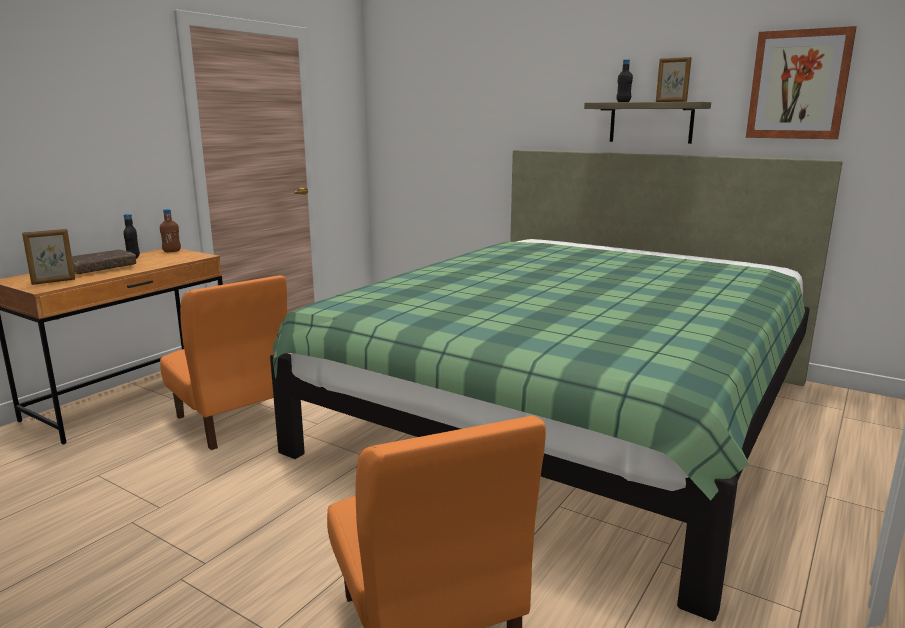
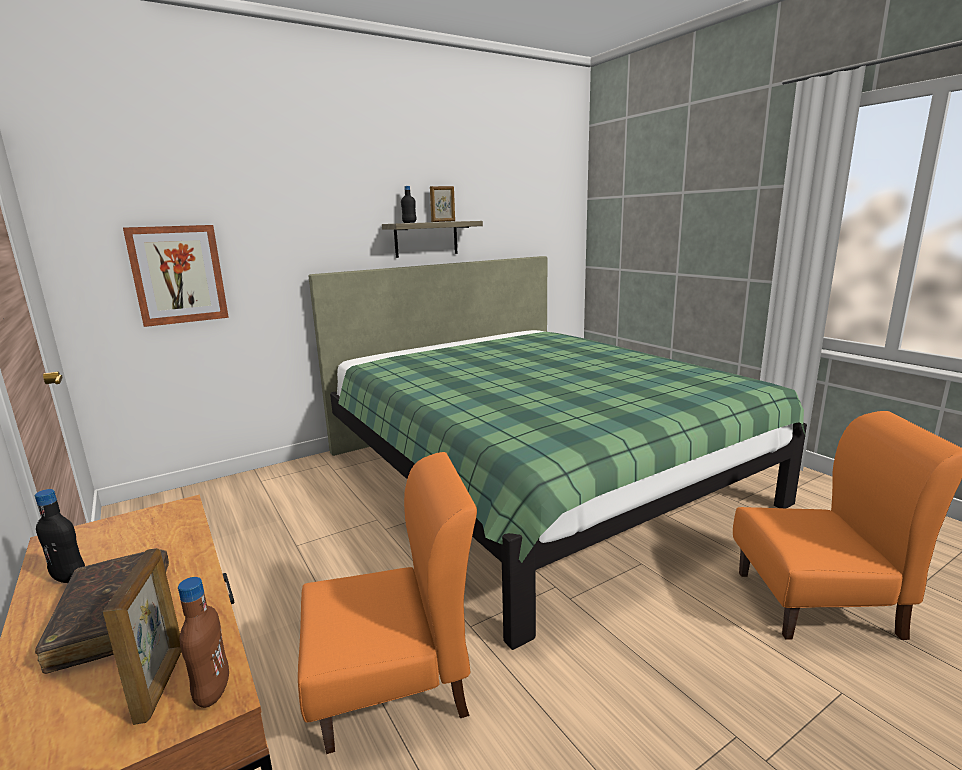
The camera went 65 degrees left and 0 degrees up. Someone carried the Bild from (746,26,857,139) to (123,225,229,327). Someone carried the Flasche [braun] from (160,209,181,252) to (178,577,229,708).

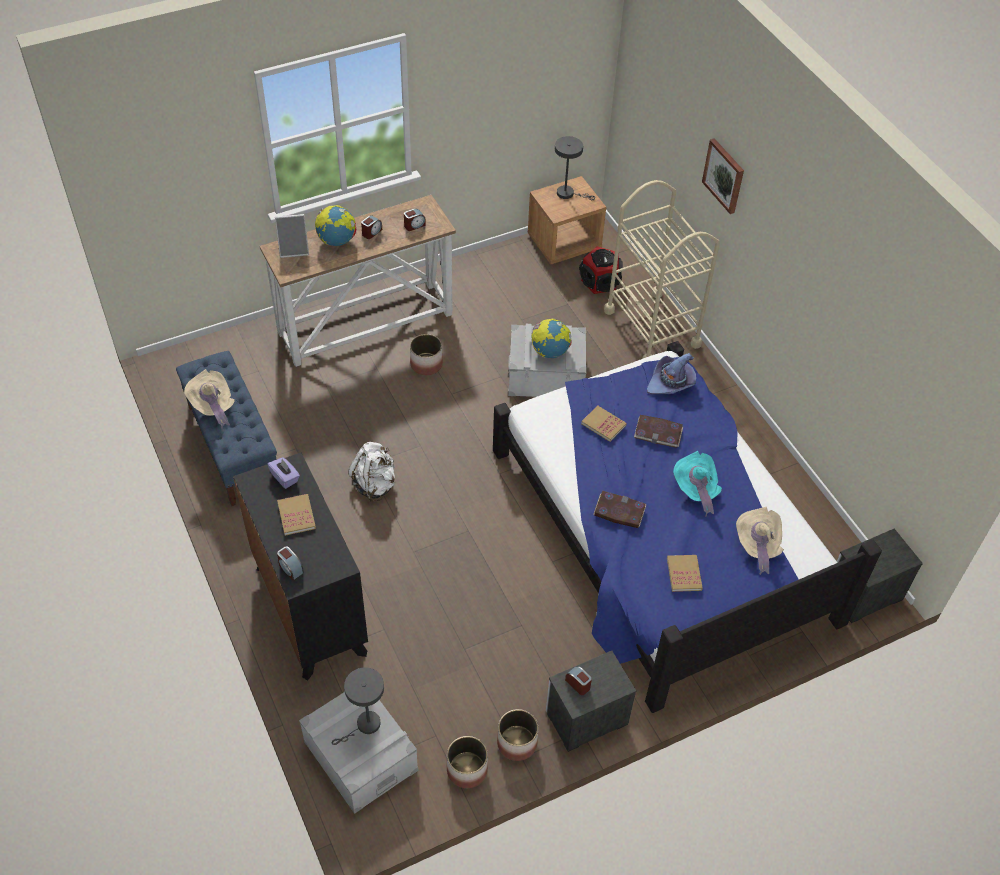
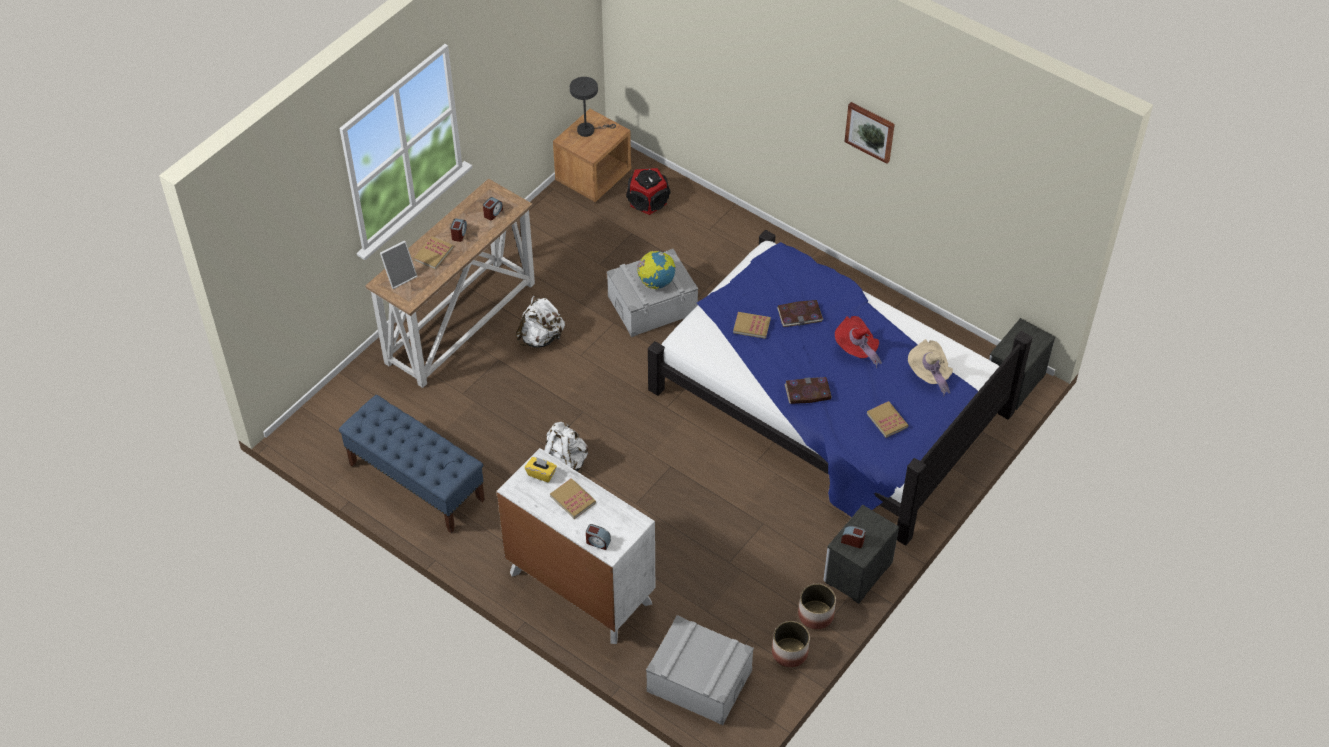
The camera went 25 degrees left and 0 degrees up. Someone swapped the Globus at (315,205,356,246) for the Buch at (414,236,453,270). Someone repainted the Kommode [schwarz] at (233,453,368,681), which became the Kommode [weiß] at (497,448,655,644). Someone swapped the Pflanzkübel at (410,334,443,376) for the Rucksack [weiß] at (516,296,565,347). Someone repainted the Taschentuchbox [lila] at (267,457,300,489), which became the Taschentuchbox [gelb] at (525,457,557,482). Someone repainted the Hut [türkis] at (673,451,722,517), which became the Hut [rot] at (835,316,882,368). Someone carried the Bild from (702,138,744,214) to (844,102,895,164). Someone took away the Hut [beige] at (184,369,235,429). Someone took away the Tischlampe [grau] at (331,667,384,745). Someone took away the Rollwagen [beige] at (604,180,720,359). Someone took away the Hut [lila] at (647,353,696,394).

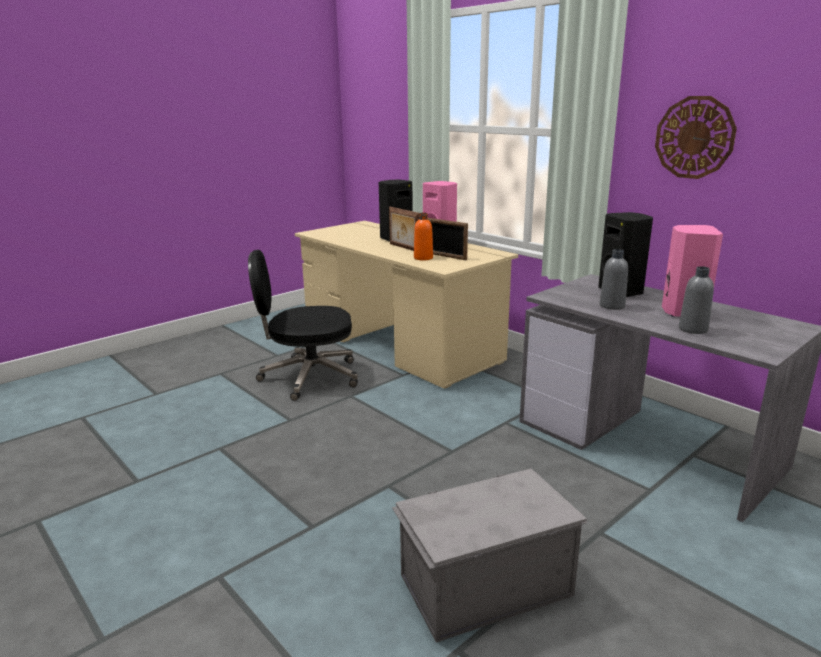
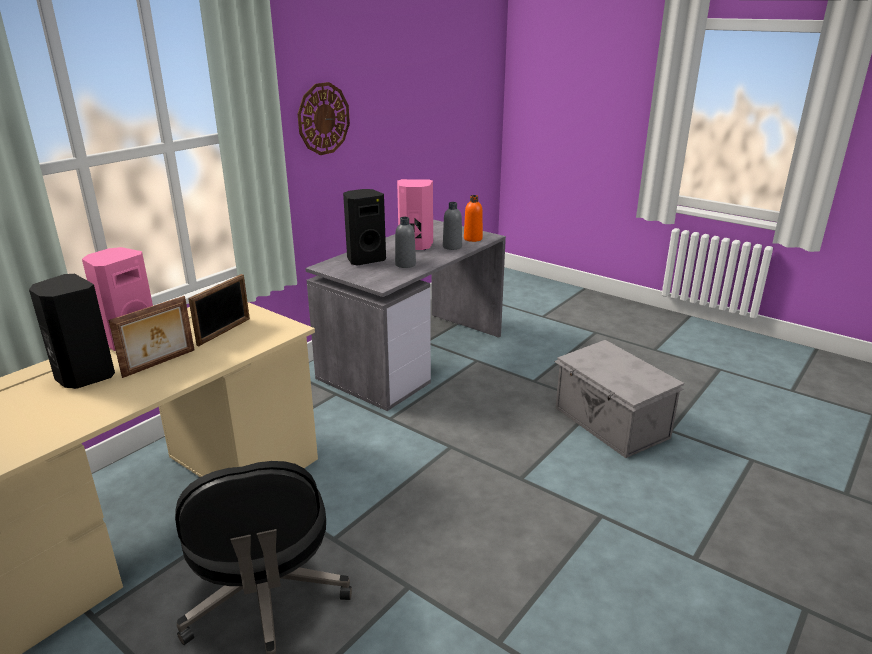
The camera went 100 degrees left and 5 degrees up. Someone carried the Flasche [orange] from (414,213,433,260) to (464,195,483,242).

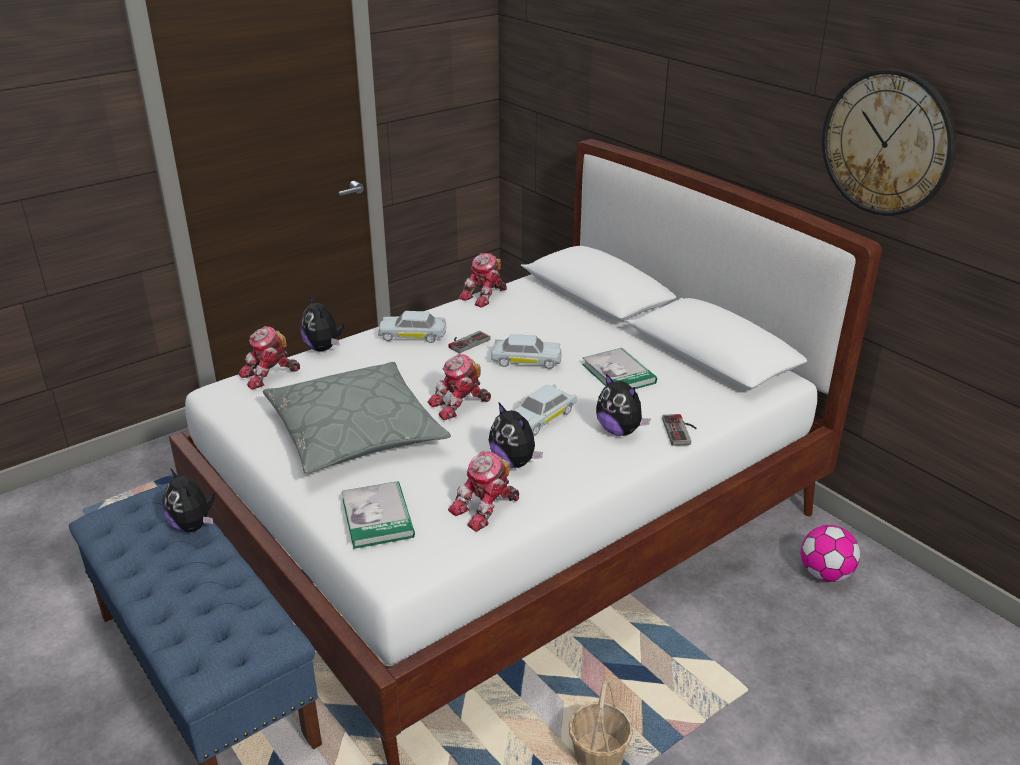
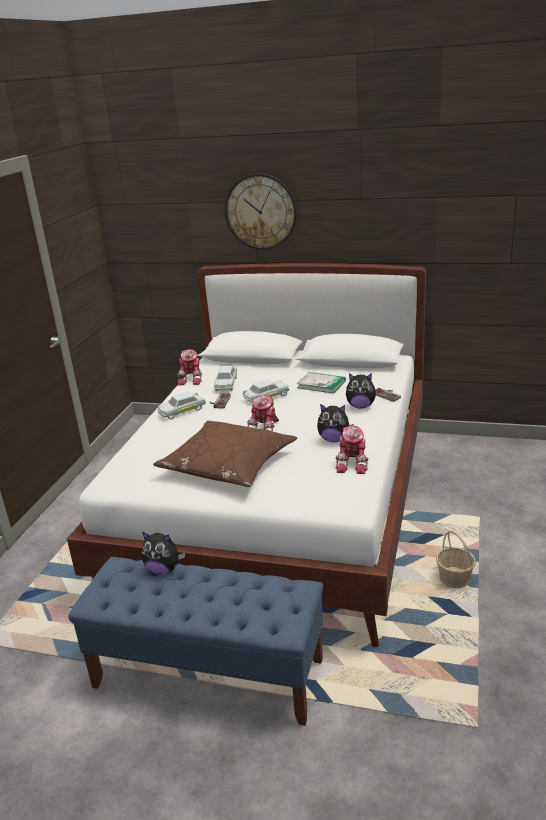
The camera went 35 degrees left and 5 degrees down. Someone repainted the Kissen [grau] at (263,362,451,474), which became the Kissen [braun] at (153,421,297,487). Someone carried the Spielzeugauto [weiß] from (513,384,577,436) to (214,366,237,391). Someone carried the Wanduhr from (822,69,956,216) to (225,173,297,250). Someone took away the Spielzeugroboter at (238,326,300,390). Someone took away the Plüschtier at (301,296,344,352). Someone took away the Buch at (342,481,415,549). Someone took away the Fußball at (801,525,860,582).

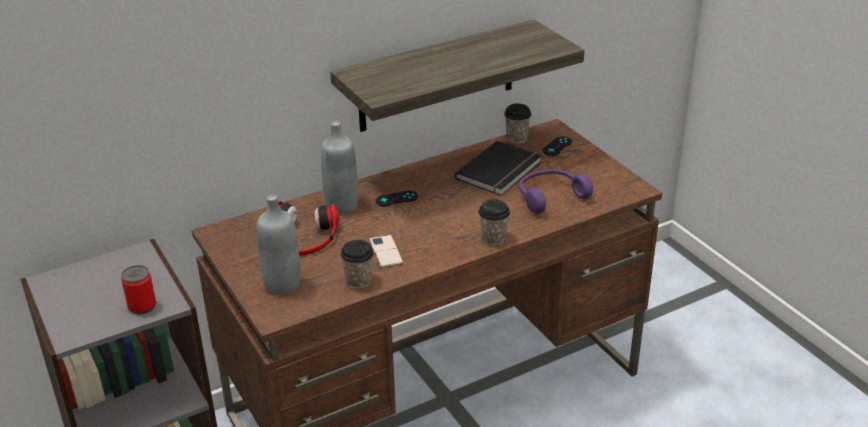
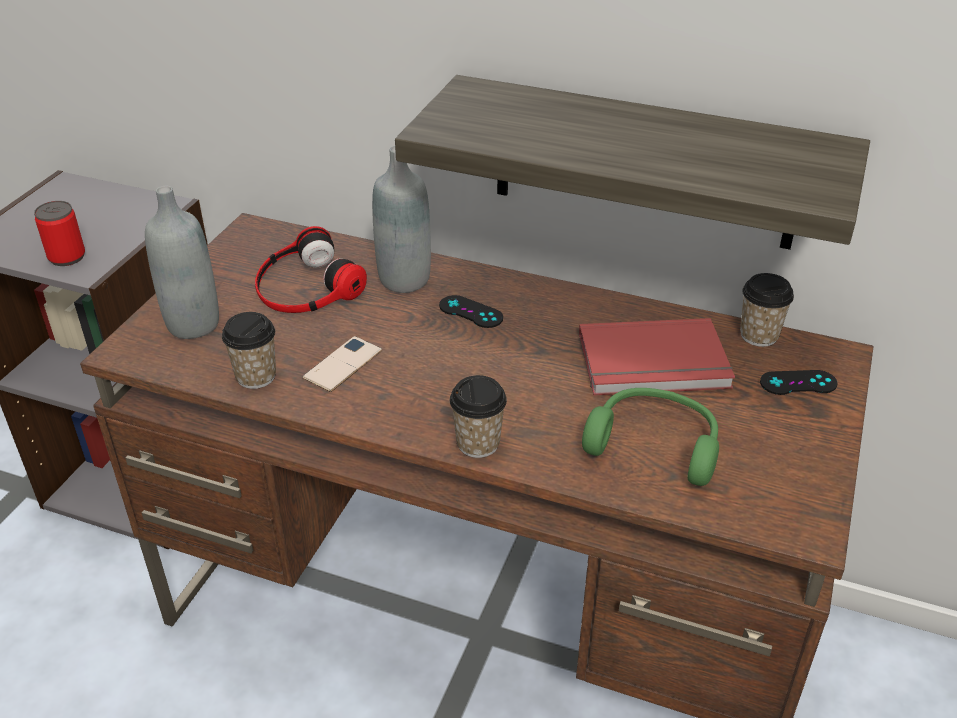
The camera went 50 degrees right and 5 degrees up. Someone repainted the Buch [schwarz] at (455,141,542,196), which became the Buch [rot] at (579,318,735,395). Someone repainted the Kopfhörer [lila] at (519,169,593,214), which became the Kopfhörer [grün] at (582,388,719,486).

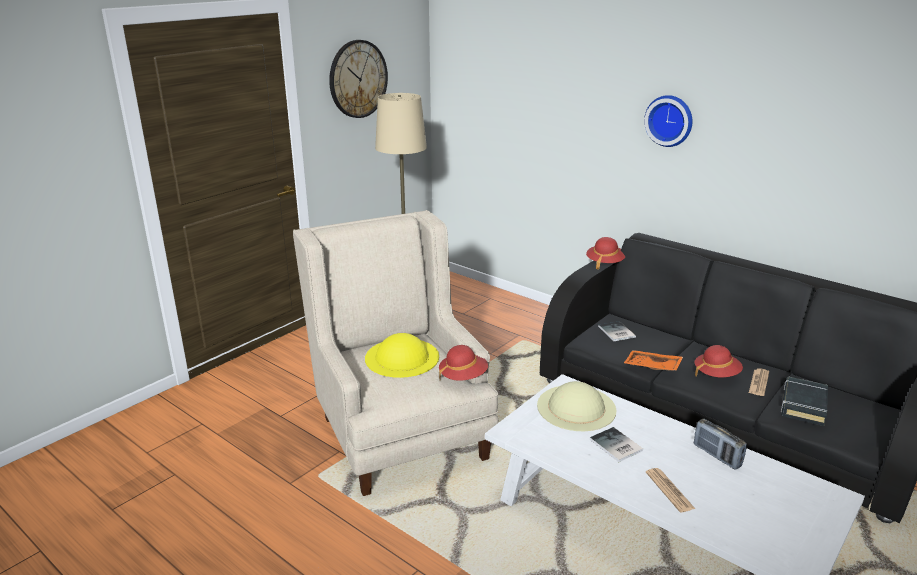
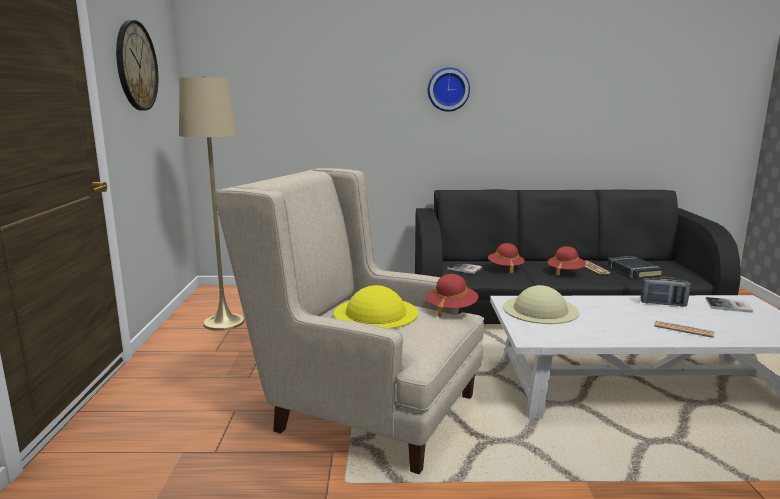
The camera went 40 degrees left and 10 degrees down. Someone carried the Hut [rot] from (586,237,626,270) to (488,243,525,273). Someone carried the Buch from (590,427,643,462) to (706,297,753,313). Someone took away the Tablett [orange] at (624,350,683,371).

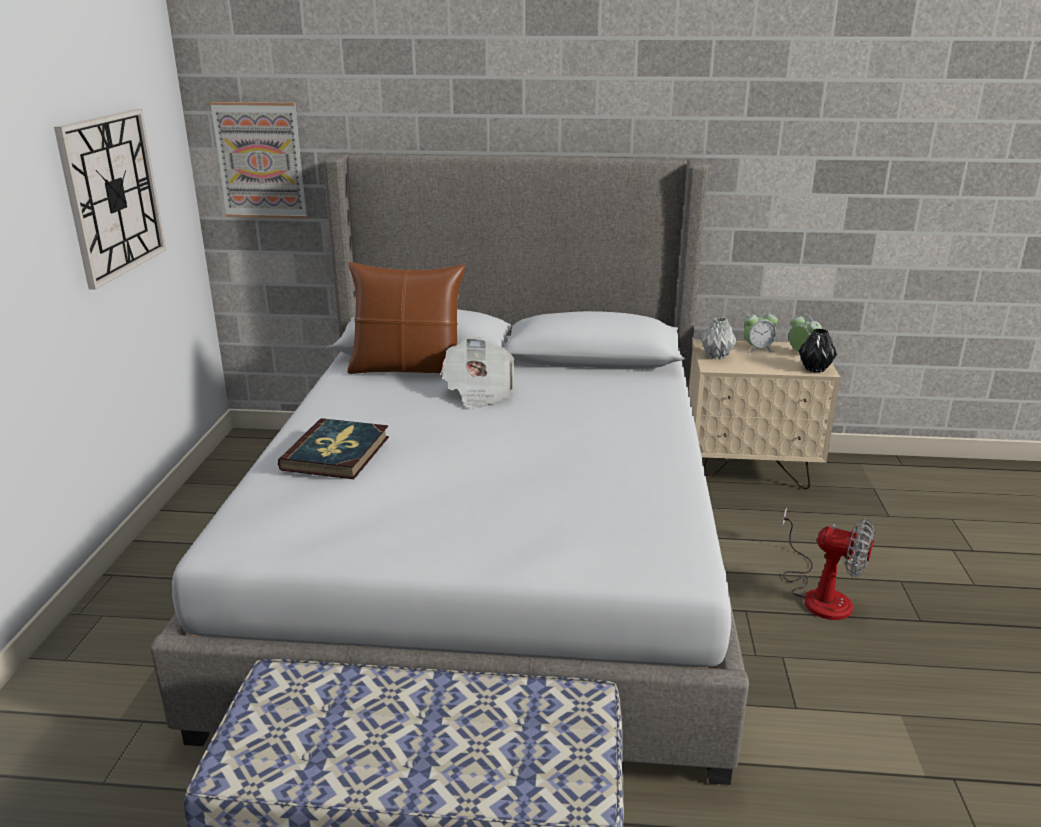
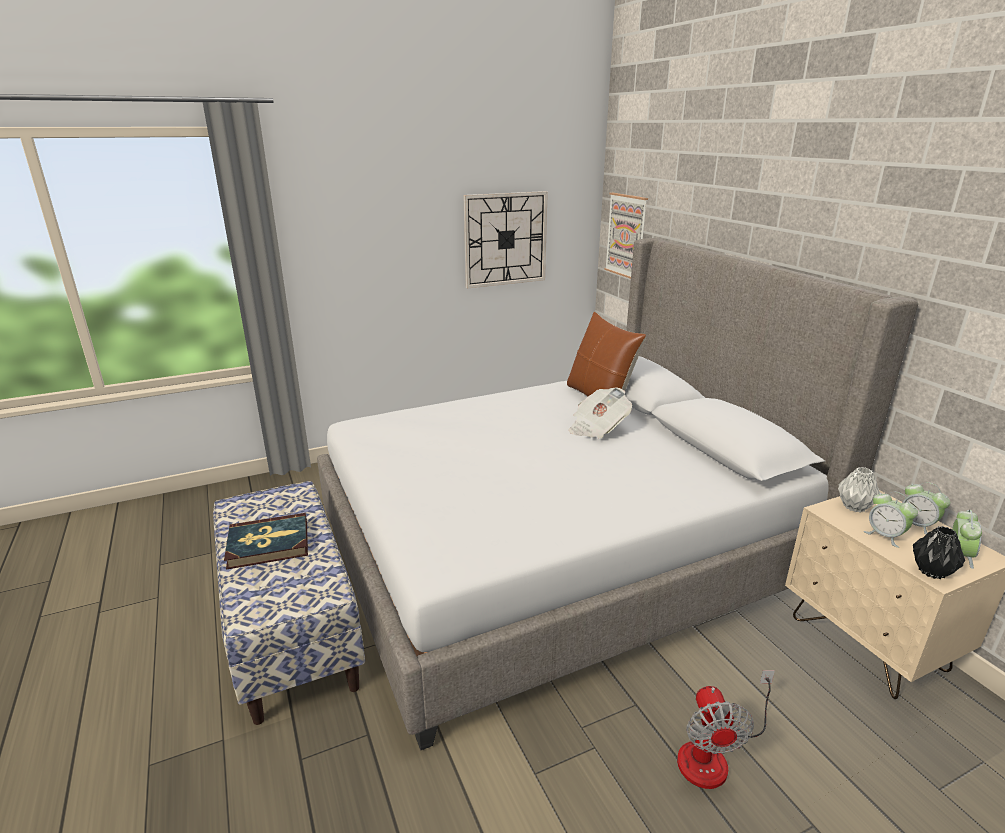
The camera went 60 degrees right and 0 degrees up. Someone carried the Buch from (278,418,389,479) to (224,513,308,570). Someone put down the Wecker at (864,491,918,548).

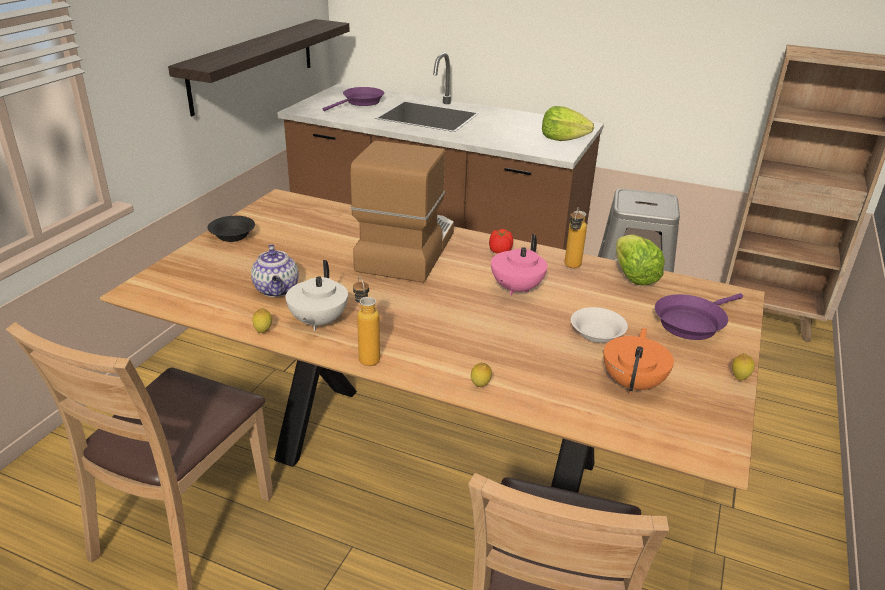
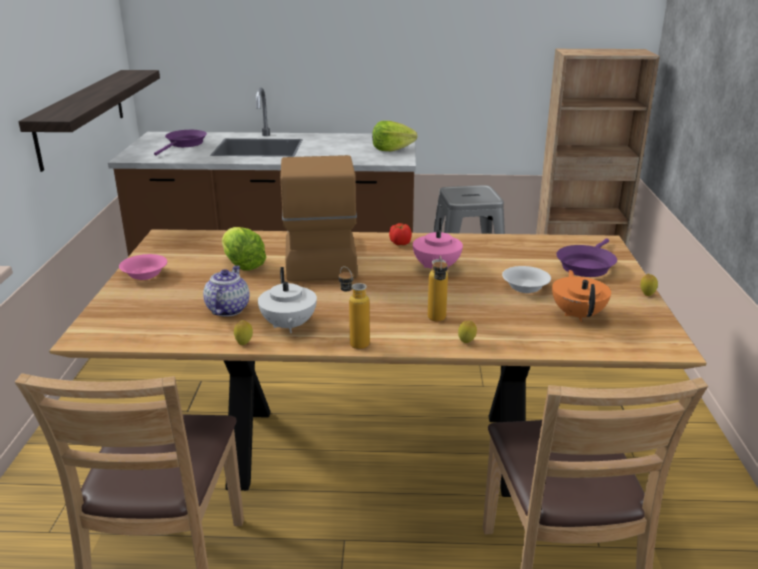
The camera went 20 degrees left and 5 degrees down. Someone repainted the Schüssel [schwarz] at (208,216,255,242), which became the Schüssel [rosa] at (119,254,167,280). Someone rotated the Teekanne at (251,244,299,297) by 135 degrees counterclockwise. Someone carried the Salatkopf from (616,234,665,286) to (222,227,266,270). Someone carried the Flasche from (564,207,587,268) to (428,256,448,322).

